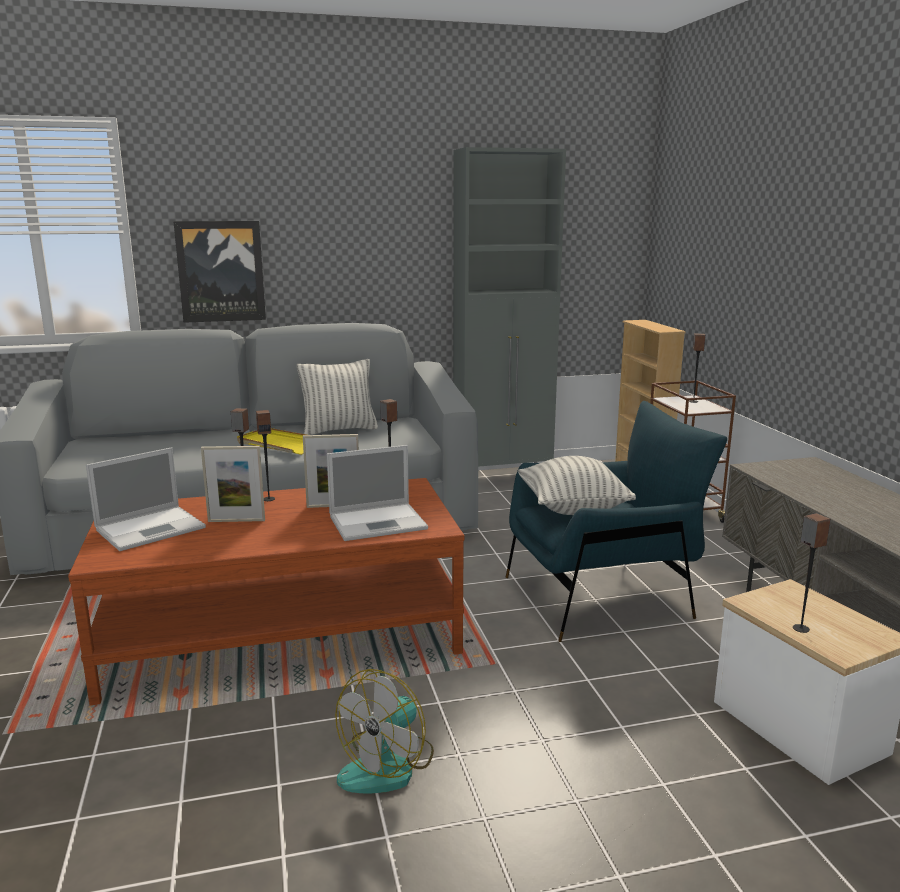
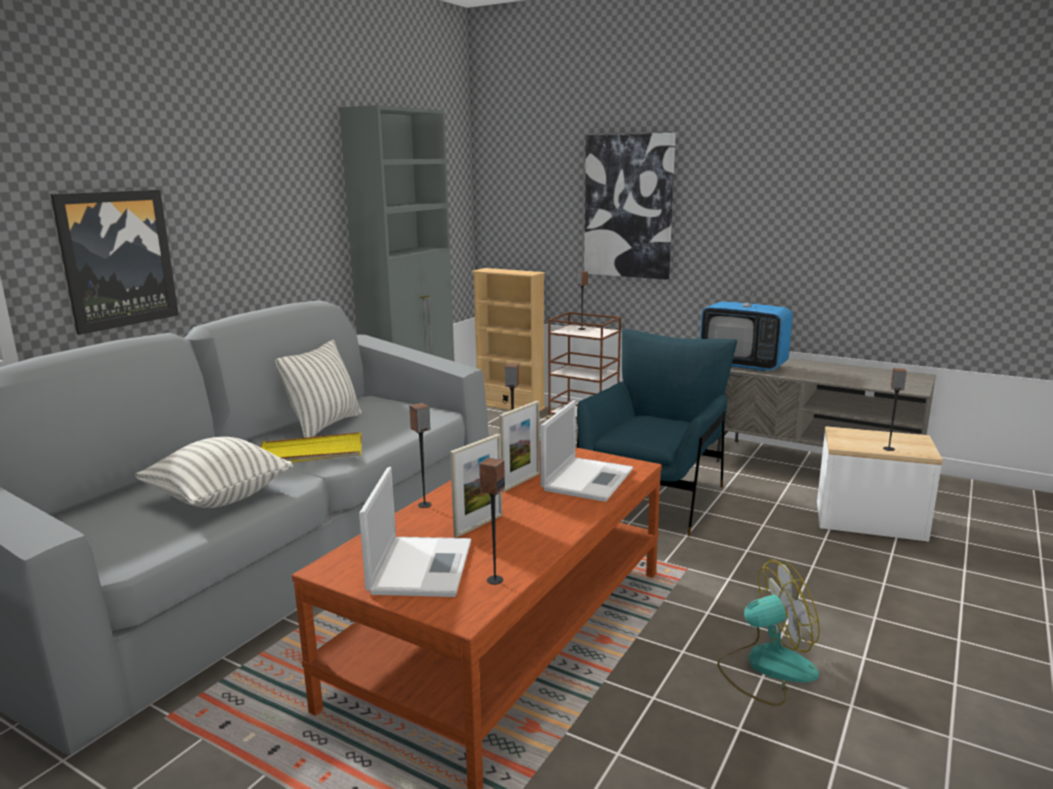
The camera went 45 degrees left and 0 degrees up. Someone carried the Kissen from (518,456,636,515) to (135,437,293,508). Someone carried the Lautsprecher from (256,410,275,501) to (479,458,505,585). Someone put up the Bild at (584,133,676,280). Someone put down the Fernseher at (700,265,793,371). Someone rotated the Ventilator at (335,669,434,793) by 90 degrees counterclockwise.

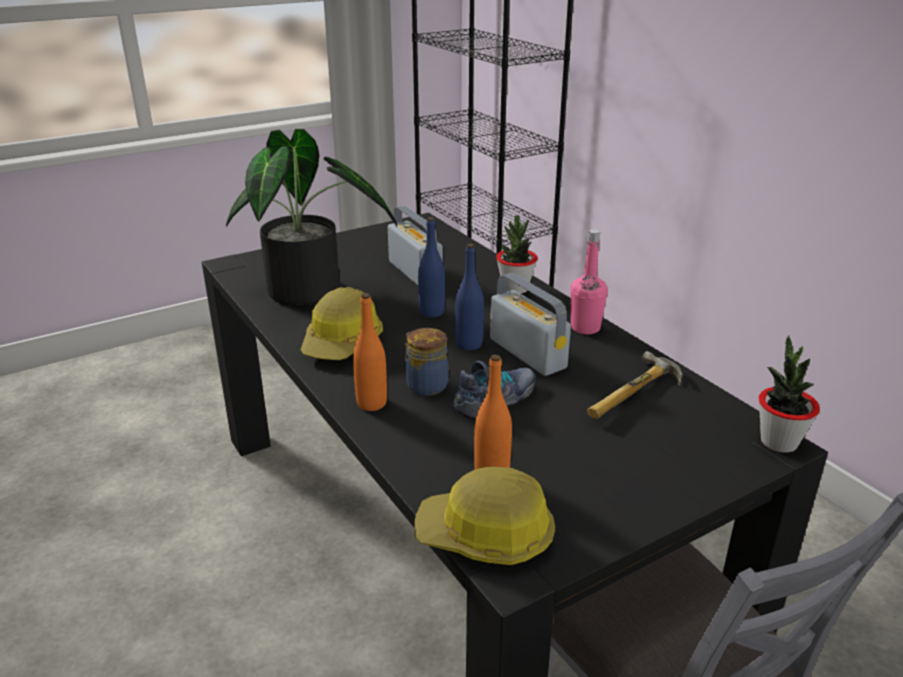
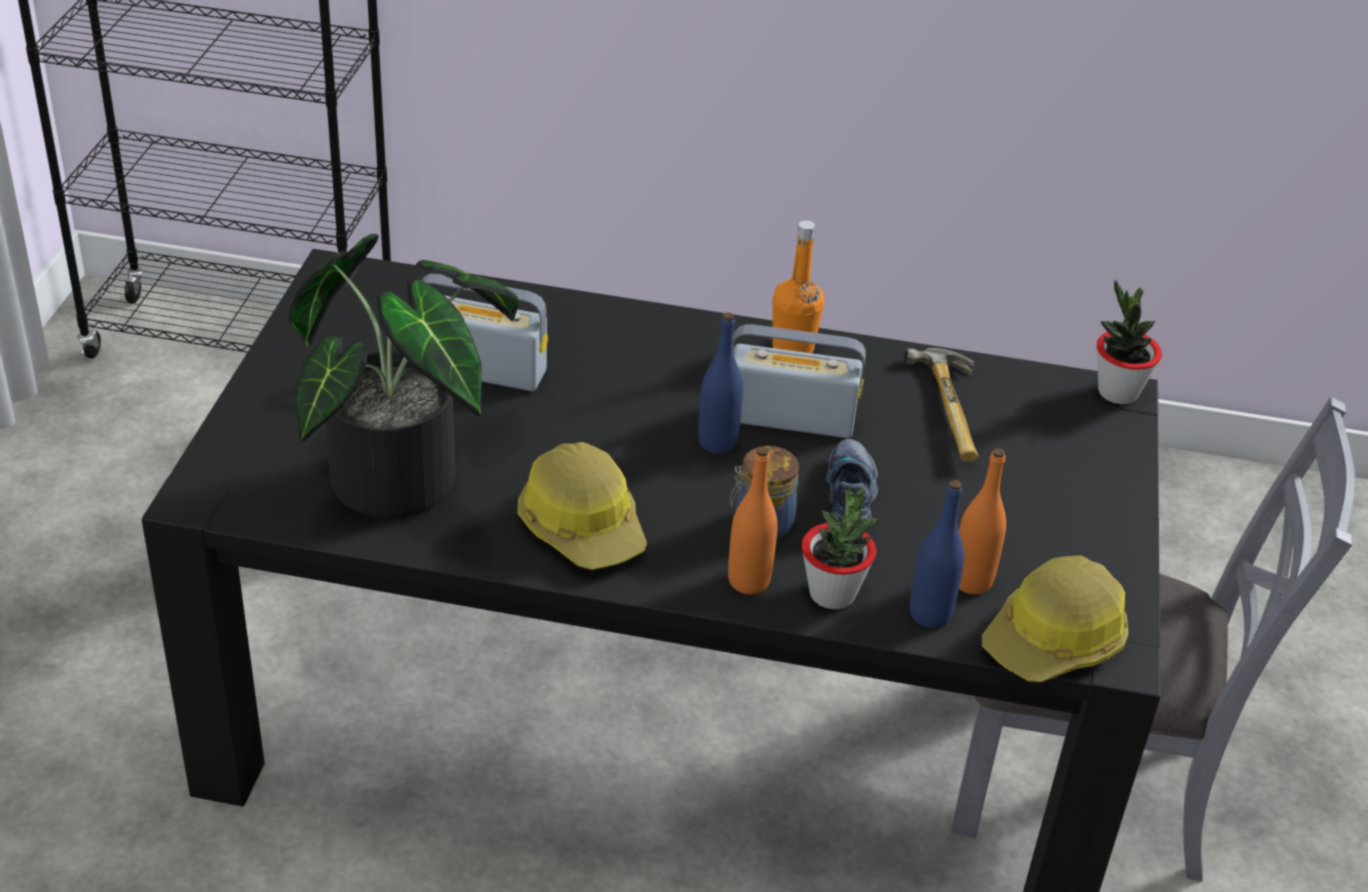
The camera went 50 degrees left and 10 degrees up. Someone repainted the Flasche [rosa] at (570,229,608,334), which became the Flasche [orange] at (772,221,824,353). Someone carried the Topfpflanze from (496,215,537,294) to (802,487,880,609). Someone carried the Flasche [blau] from (418,217,445,317) to (910,480,964,628).

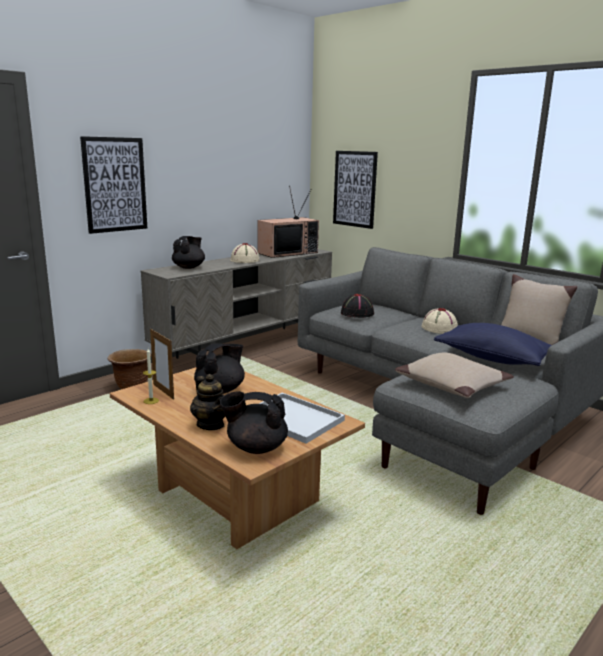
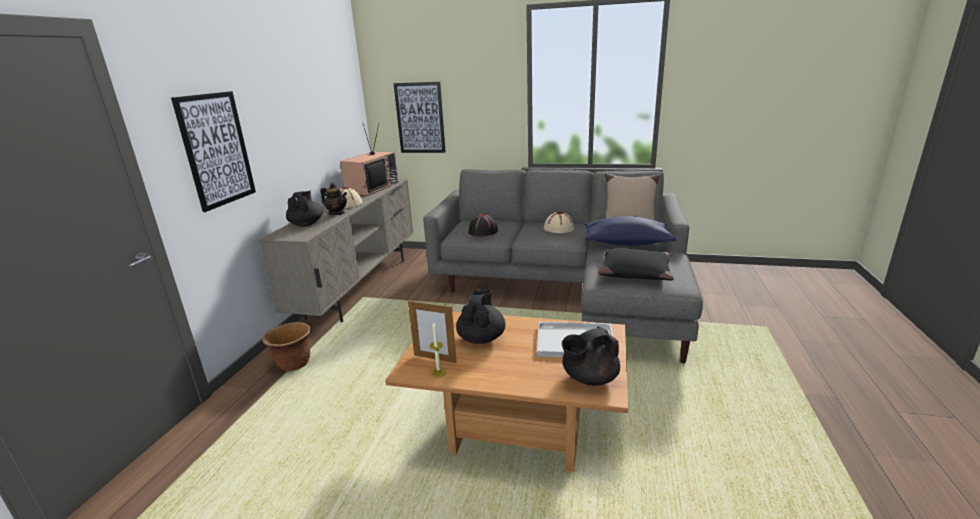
The camera went 30 degrees left and 5 degrees up. Someone carried the Teekanne from (190,374,225,430) to (321,183,347,215). Someone repainted the Kissen [beige] at (395,352,514,398), which became the Kissen [schwarz] at (598,248,674,281).

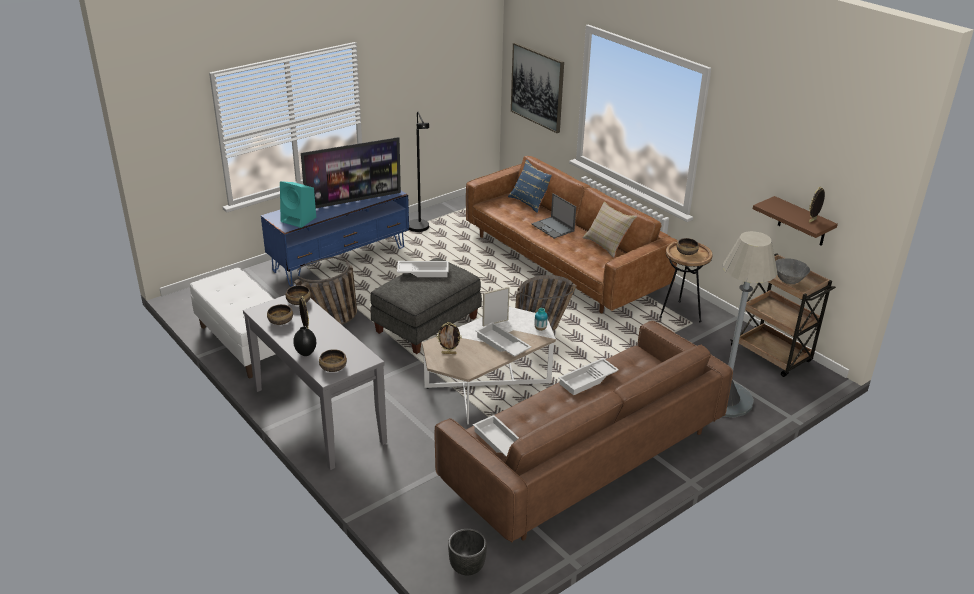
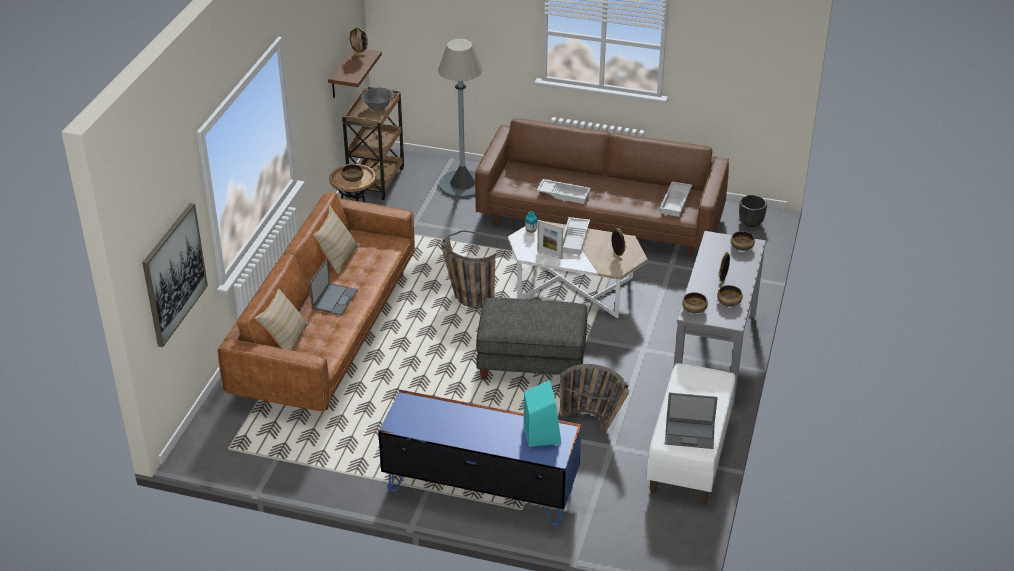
The camera went 125 degrees left and 5 degrees up. Someone repainted the Kissen [blau] at (508,159,552,213), which became the Kissen [beige] at (255,288,309,351). Someone put down the Laptop at (665,393,718,449). Someone took away the Vase [schwarz] at (293,326,316,356). Someone took away the Fernseher at (301,137,401,208). Someone took away the Tablett [weiß] at (397,261,449,277). Someone took away the Stehlampe [schwarz] at (409,111,429,232).

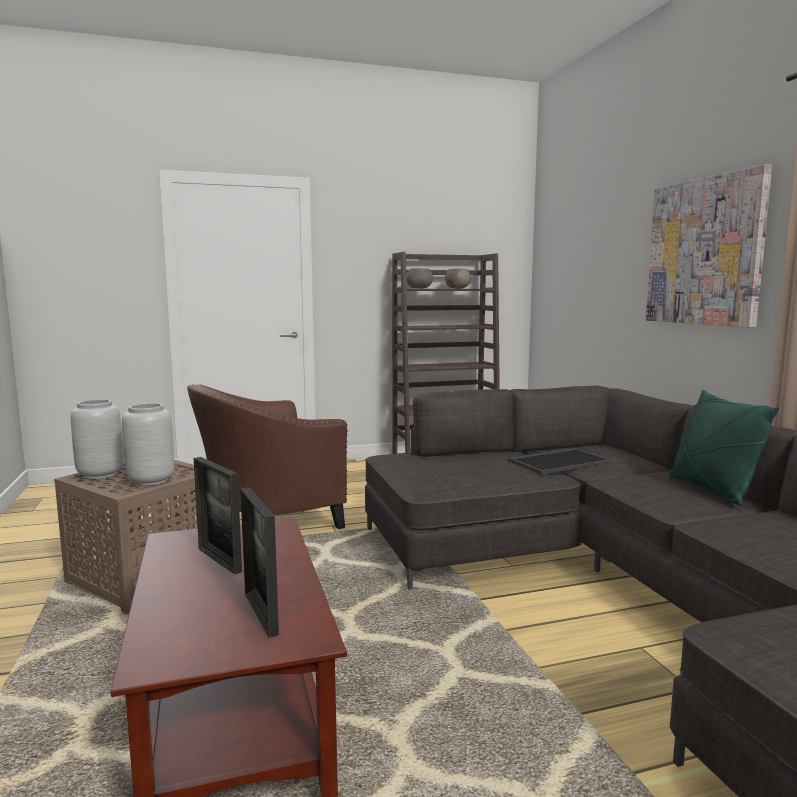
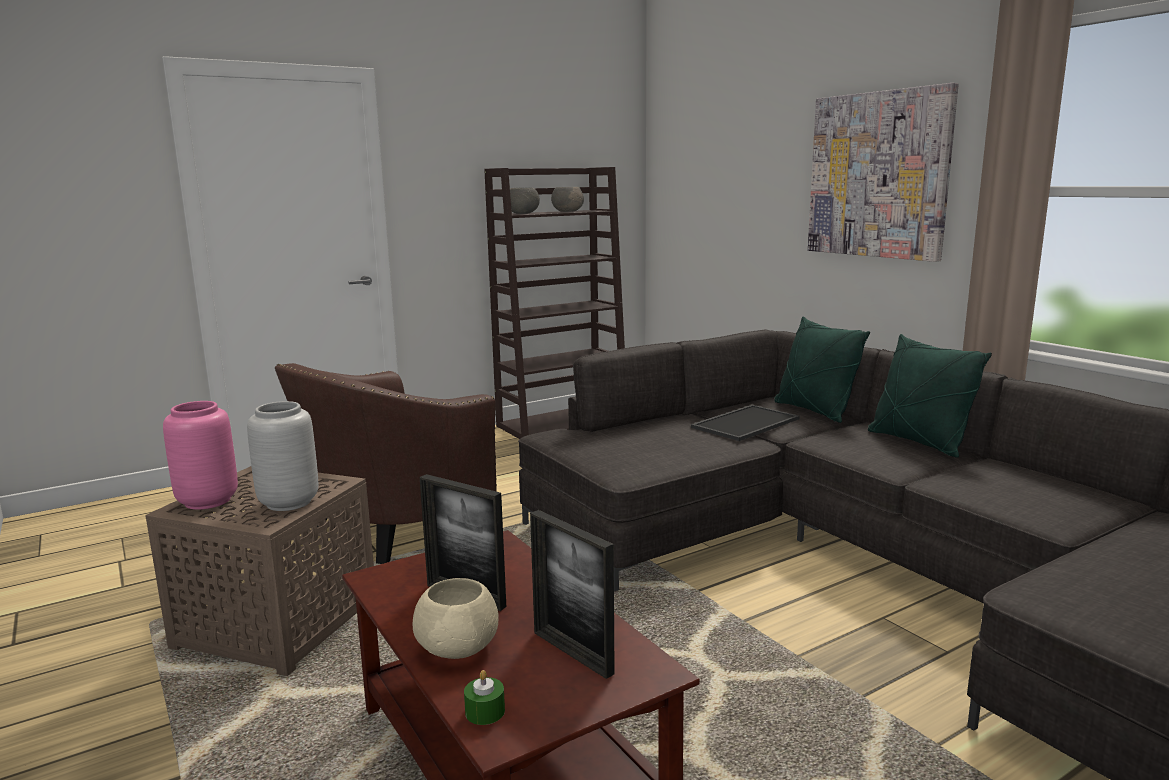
The camera went 15 degrees left and 5 degrees up. Someone repainted the Vase [grau] at (71,399,124,479), which became the Vase [rosa] at (163,401,238,510). Someone put down the Schüssel [beige] at (413,578,498,659). Someone put down the Kerze [grün] at (464,670,505,725). Someone put down the Kissen [grün] at (774,316,870,423).

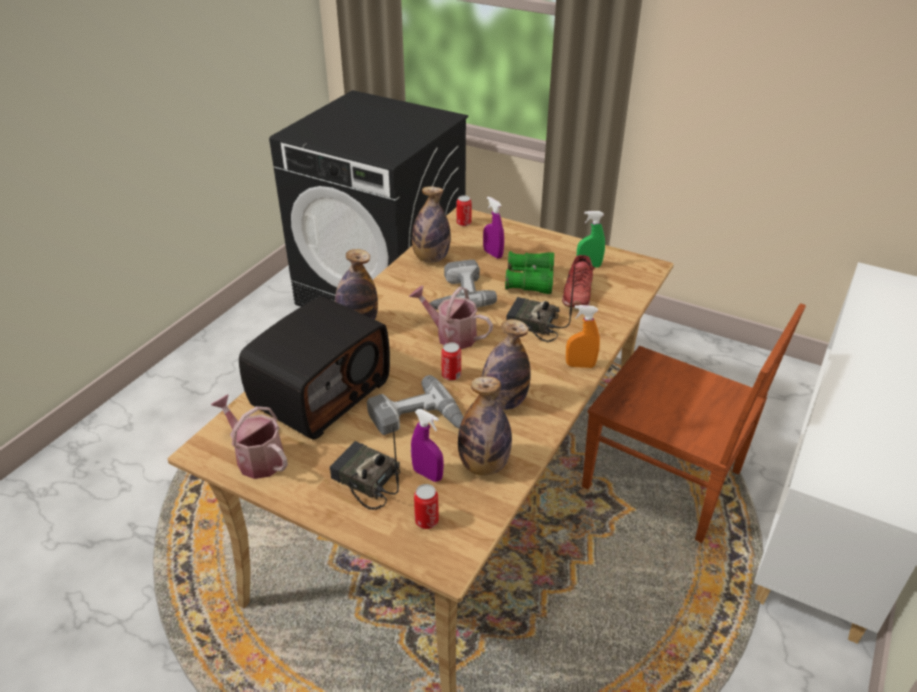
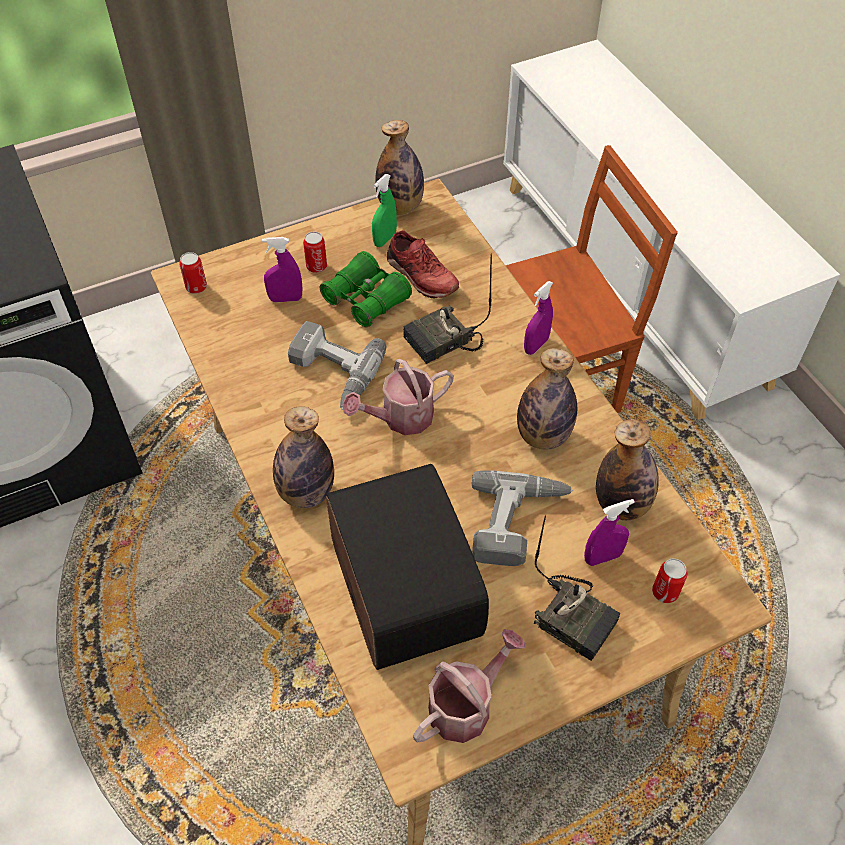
The camera went 55 degrees left and 15 degrees up. Someone carried the Dose from (441,342,461,381) to (303,232,327,273). Someone carried the Flasche from (412,186,451,263) to (375,120,424,215). Someone rotated the Gießkanne at (211,394,288,479) by 150 degrees clockwise. Someone repainted the Sprühflasche [orange] at (566,305,600,368), which became the Sprühflasche [lila] at (524,281,553,355). Someone rotated the Radio at (330,427,400,510) by 120 degrees counterclockwise.

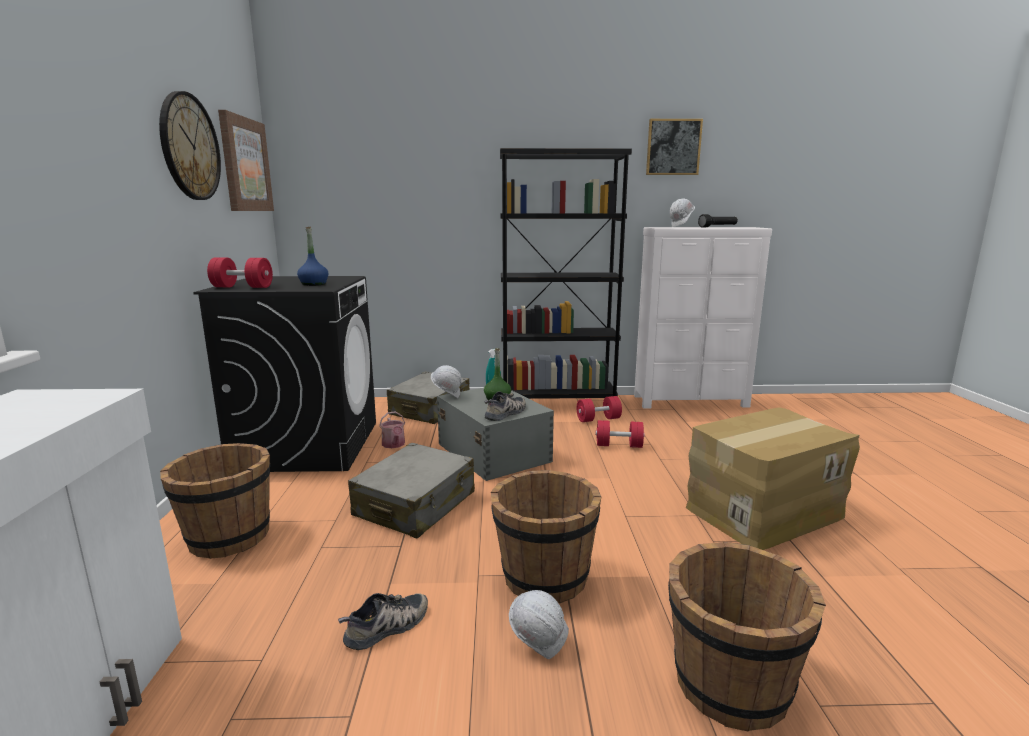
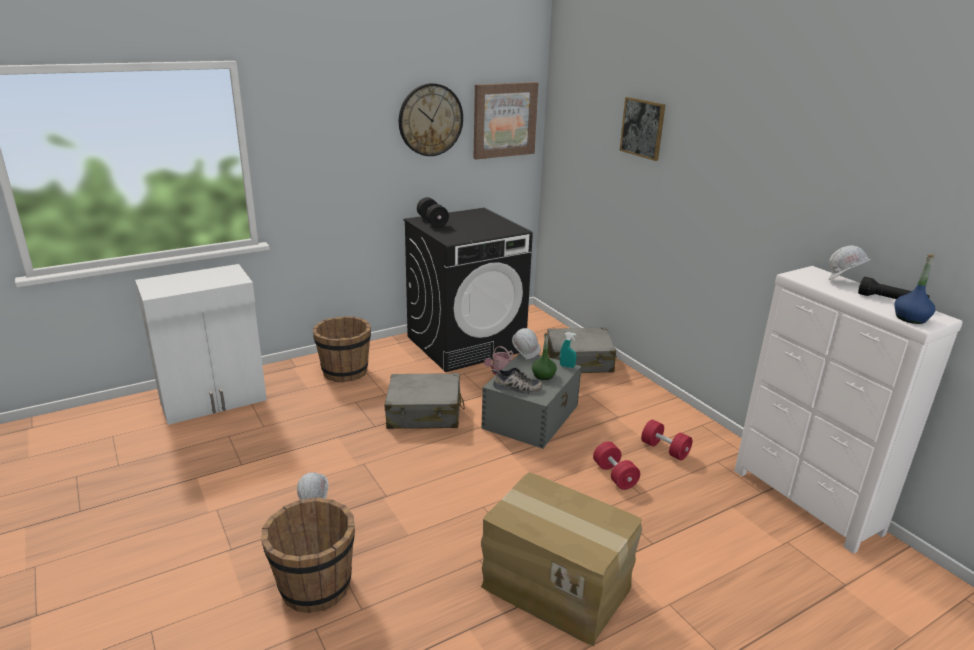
The camera went 60 degrees right and 10 degrees up. Someone repainted the Hantel [rot] at (207,257,273,288), which became the Hantel [schwarz] at (417,197,449,227). Someone carried the Bild from (646,119,703,175) to (619,97,666,161). Someone carried the Flasche [blau] from (297,226,328,286) to (895,254,935,324). Someone took away the Schuh at (338,593,428,650). Someone took away the Eimer [braun] at (491,470,601,603). Someone took away the Bücherregal [schwarz] at (500,148,632,399).

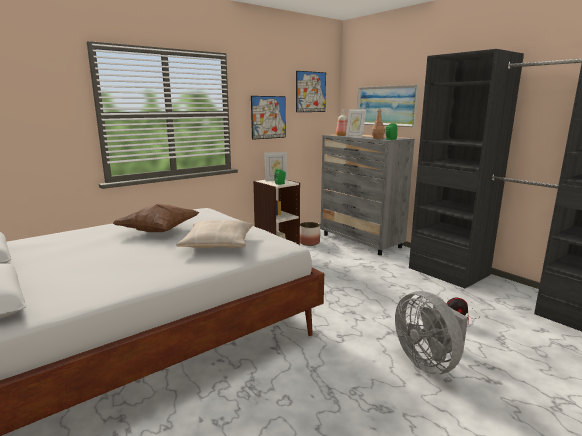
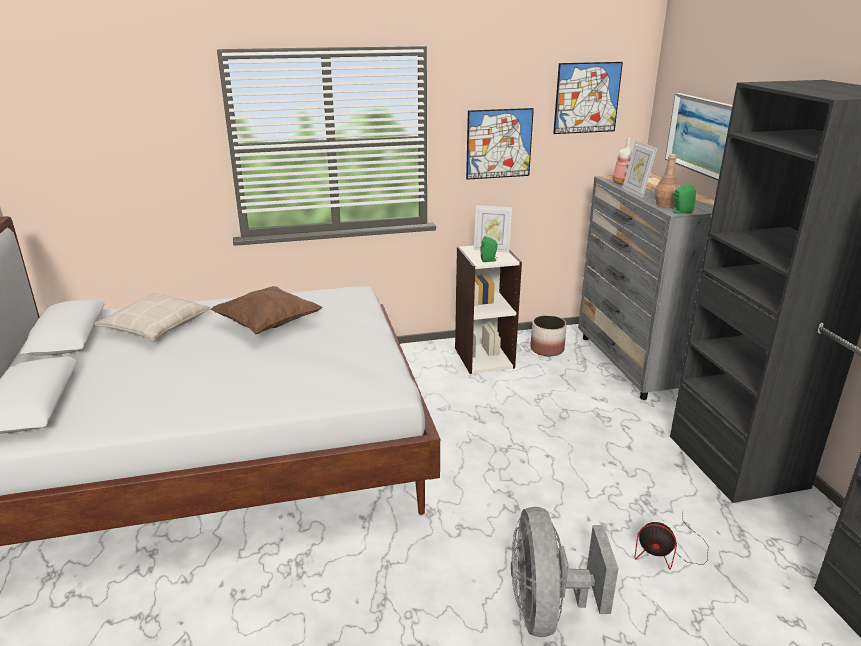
The camera went 25 degrees right and 10 degrees up. Someone carried the Kissen [beige] from (176,220,253,248) to (95,293,210,341).

